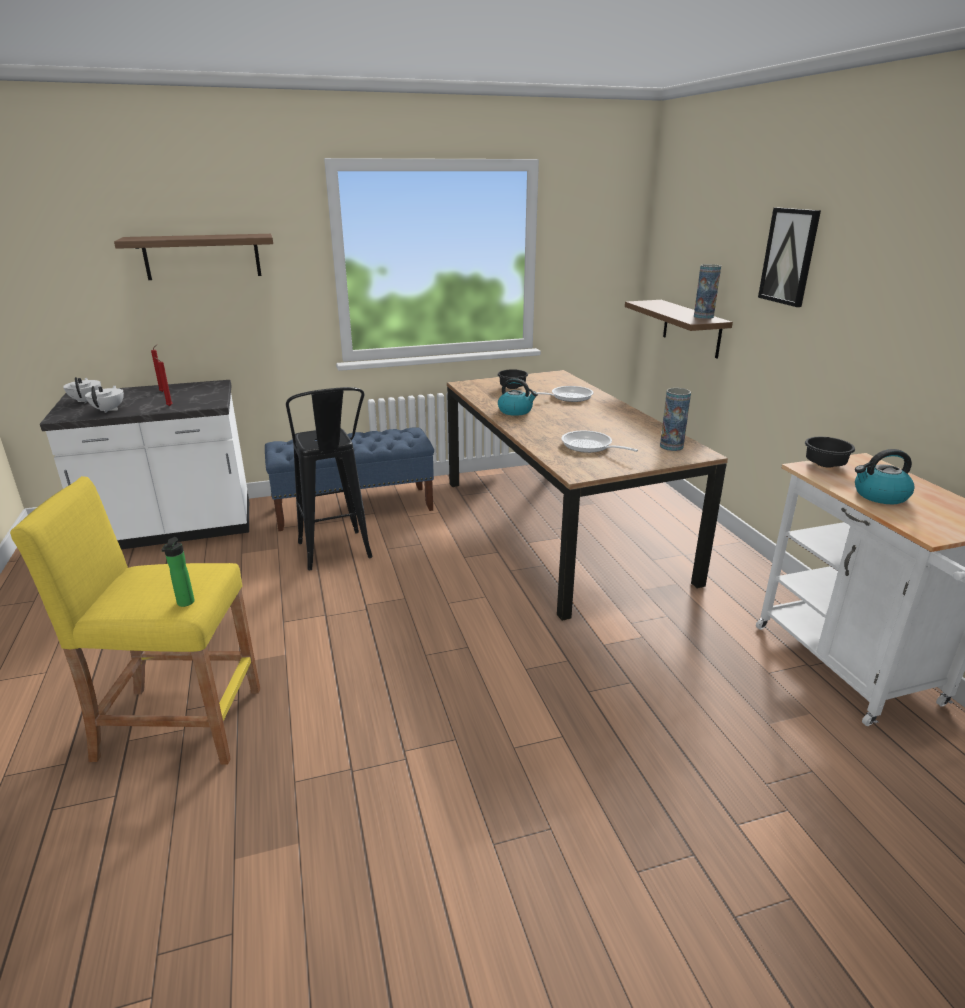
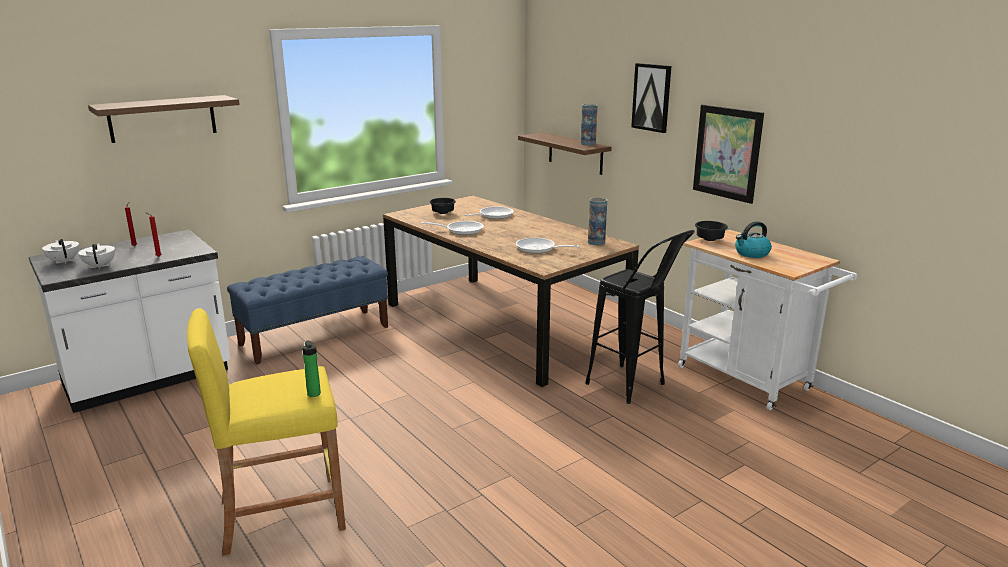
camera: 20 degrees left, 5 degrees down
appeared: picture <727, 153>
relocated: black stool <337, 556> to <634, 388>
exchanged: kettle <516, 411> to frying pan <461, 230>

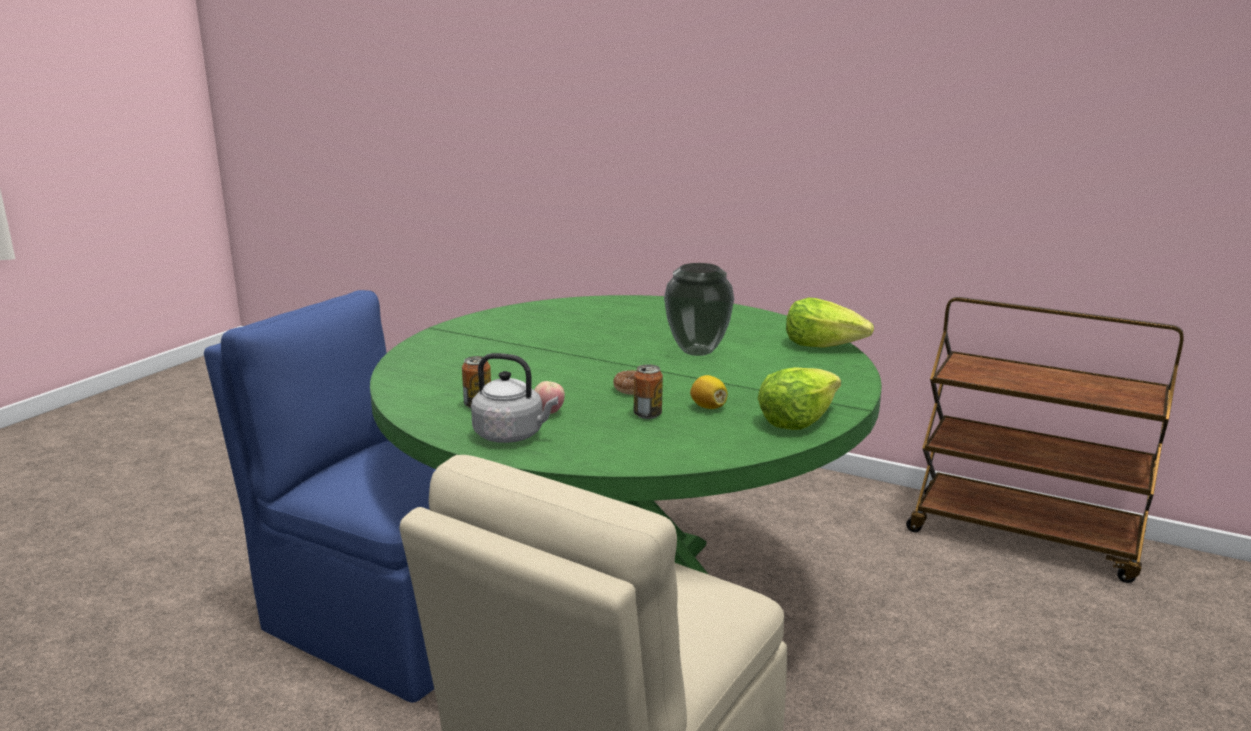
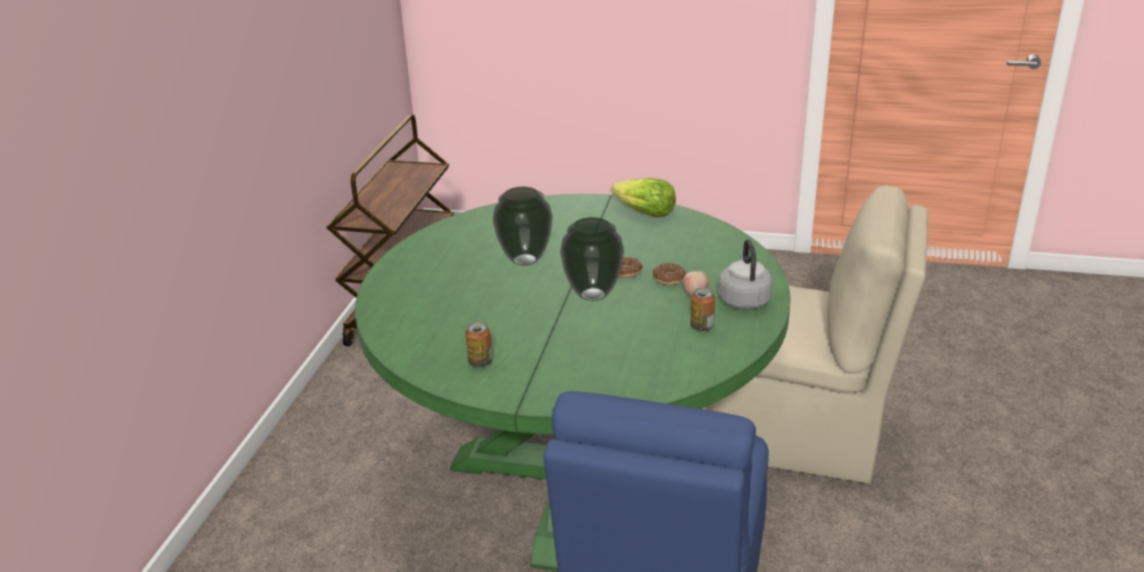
camera: 105 degrees left, 10 degrees up
missing: lemon <708, 407>; lettuce <823, 345>
appeared: vase <593, 295>; donut <669, 279>
relocated: can <647, 414> to <480, 362>

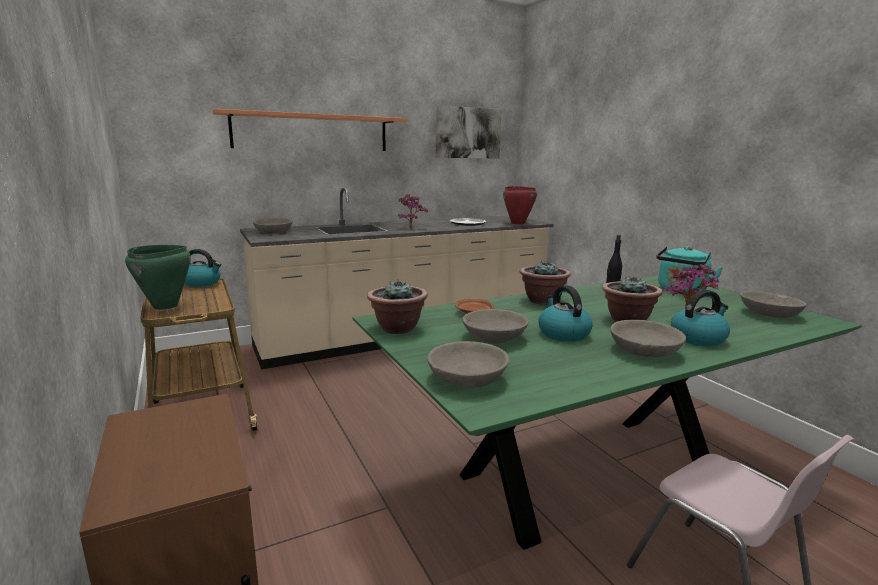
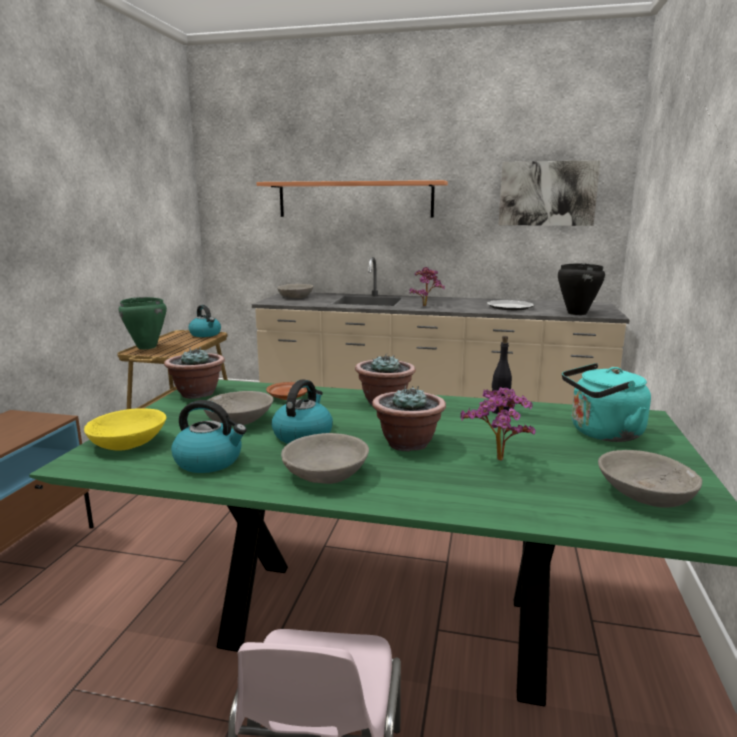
camera: 40 degrees right, 0 degrees up
relocated: kettle <698, 338> to <210, 461>
colour: grey bowl <467, 378> to yellow bowl <128, 442>; red cooking pot <517, 223> to black cooking pot <576, 313>

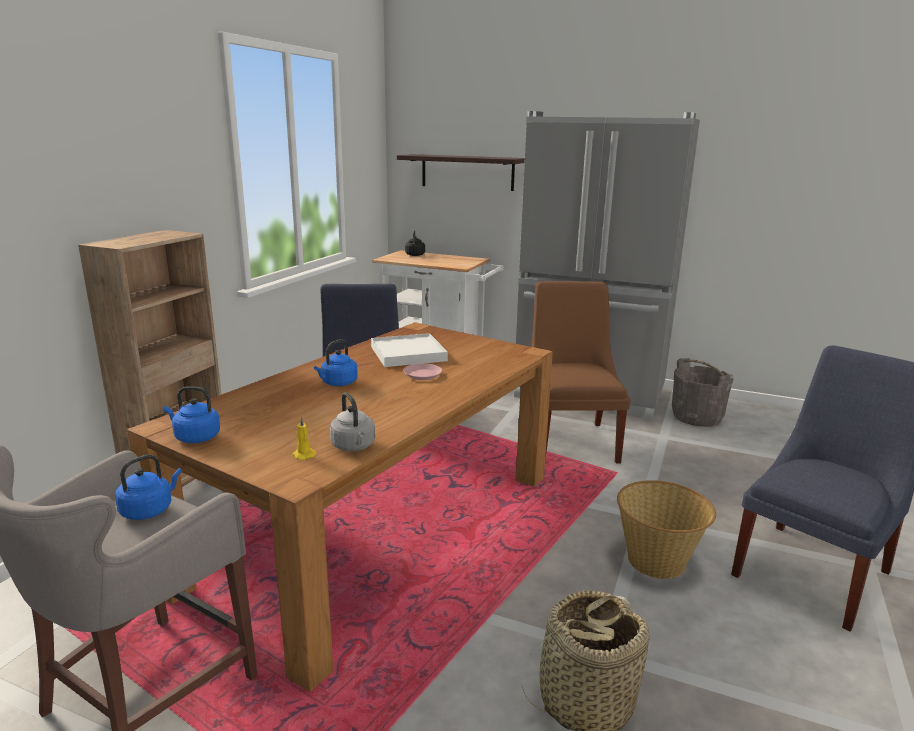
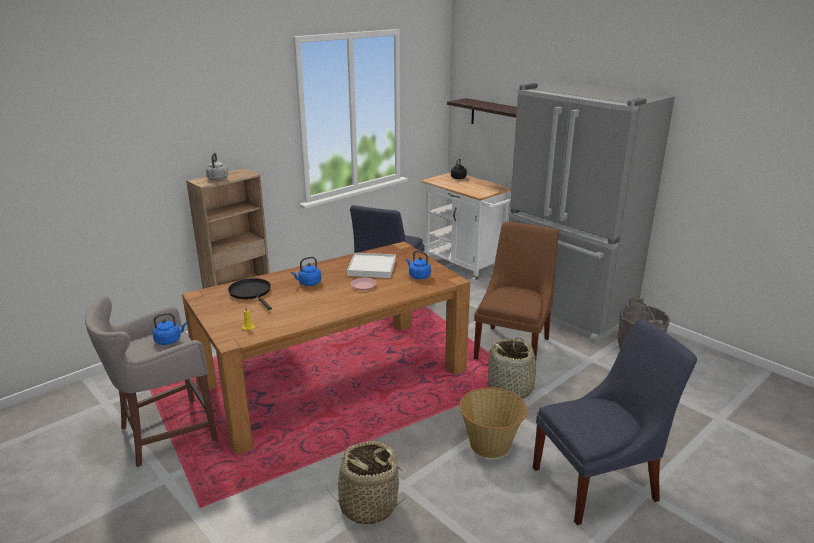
camera: 25 degrees right, 5 degrees up
appeared: black frying pan <251, 293>; basket <511, 389>
relocated: grey kettle <354, 447> to <217, 179>; blue kettle <195, 437> to <418, 276>

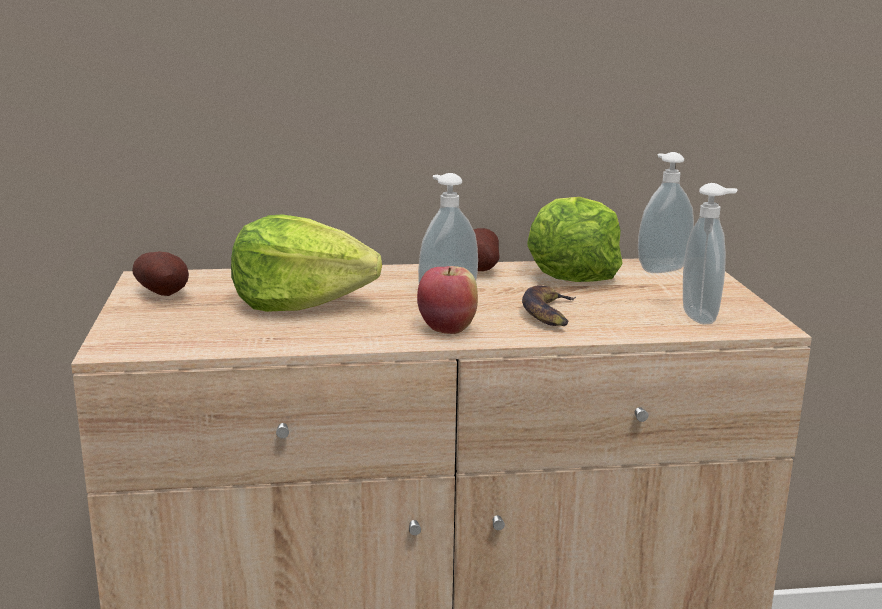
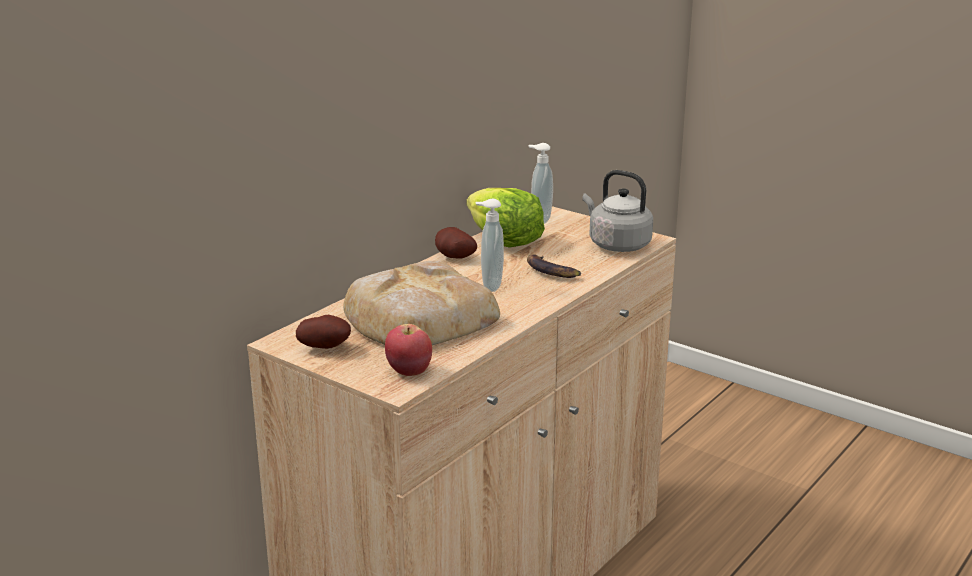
camera: 45 degrees left, 5 degrees up
relocated: apple <447, 329> to <409, 371>
exchanged: lettuce <300, 303> to bread <417, 318>; soap dispenser <702, 317> to grey kettle <616, 244>

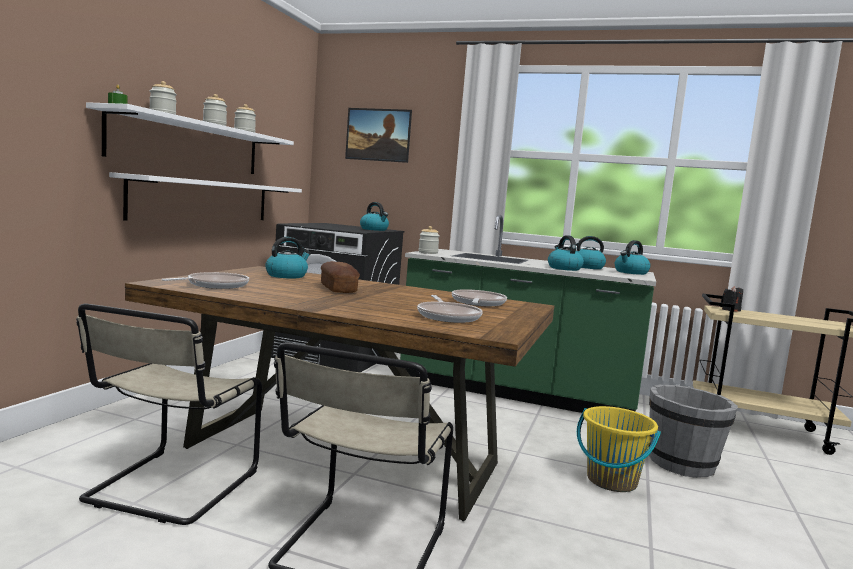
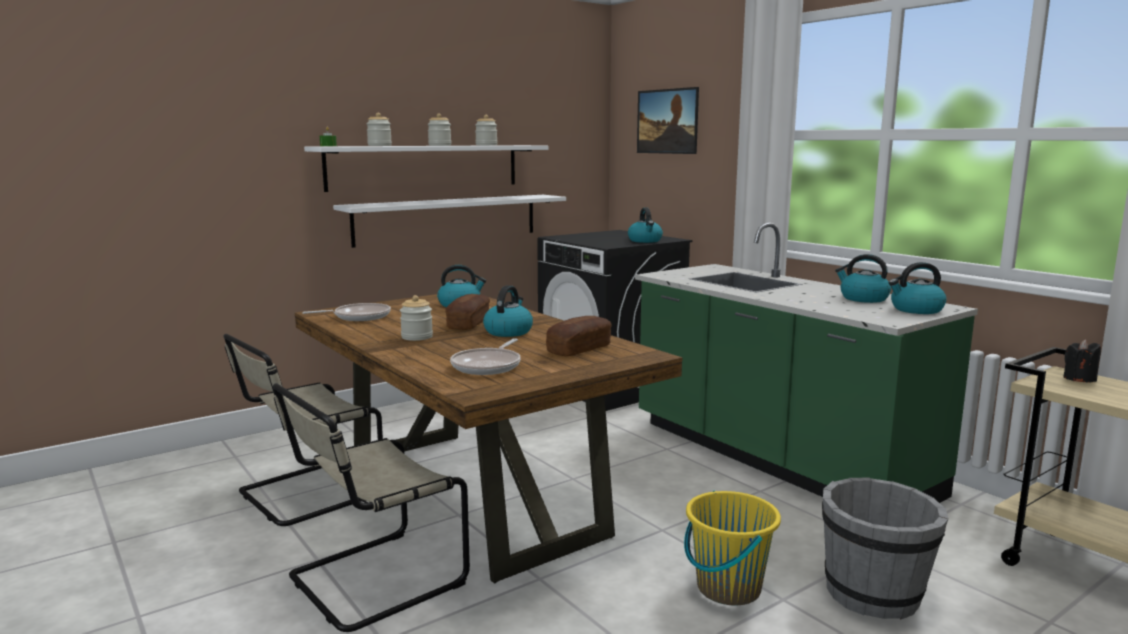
camera: 35 degrees right, 5 degrees up
relocated: jar <428, 253> to <417, 337>; kettle <563, 268> to <508, 331>
exchanged: frying pan <477, 303> to bread <579, 349>

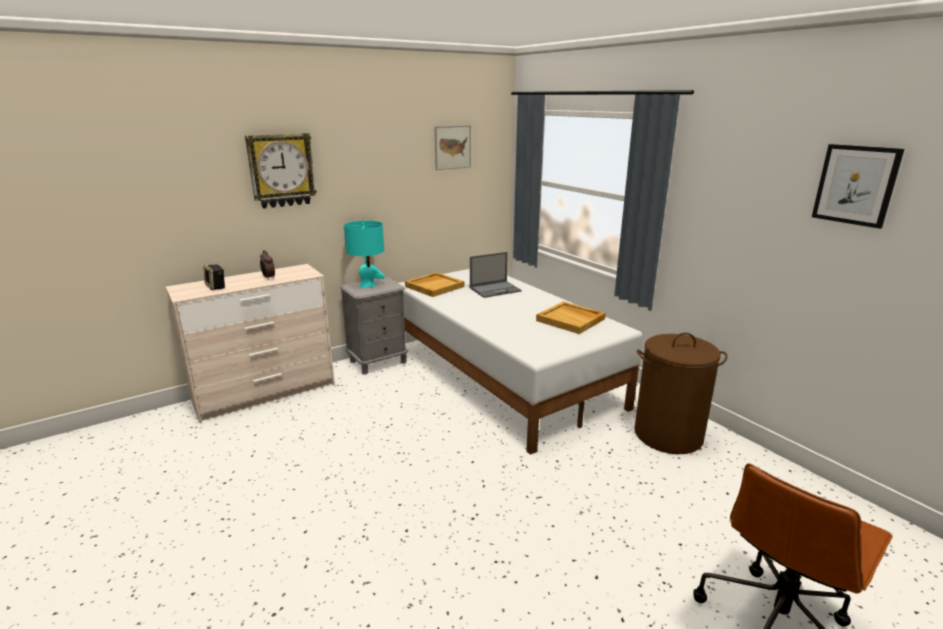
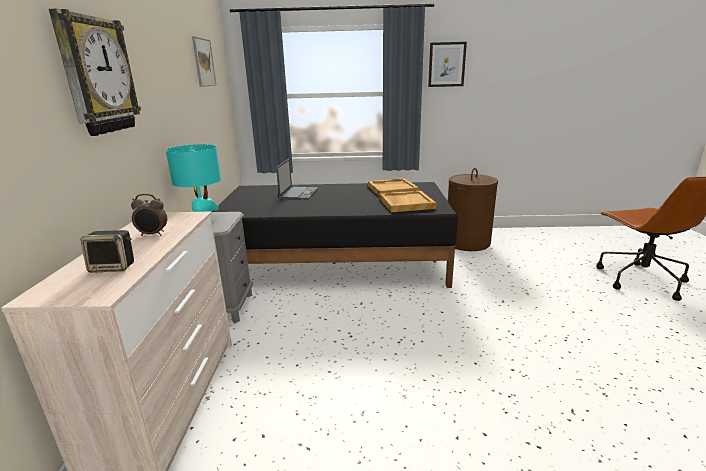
camera: 55 degrees left, 0 degrees up
relocated: beige tray <434, 286> to <406, 203>; picture <855, 185> to <446, 64>
colour: white bed <502, 374> to black bed <334, 262>

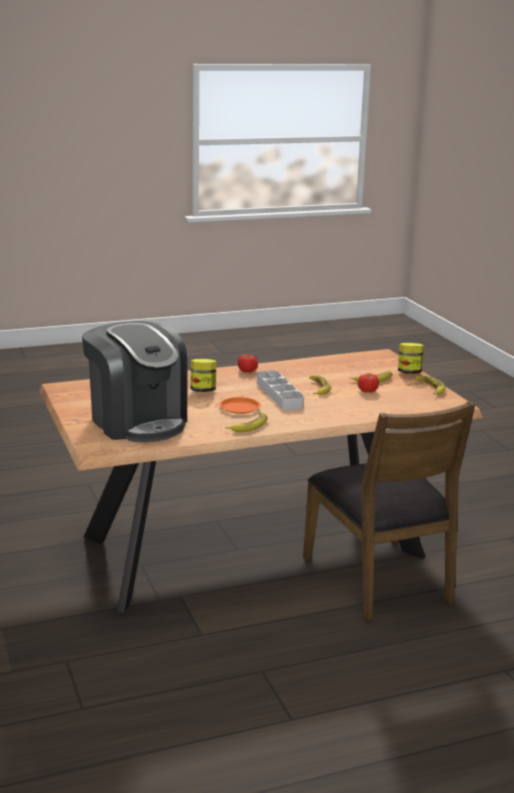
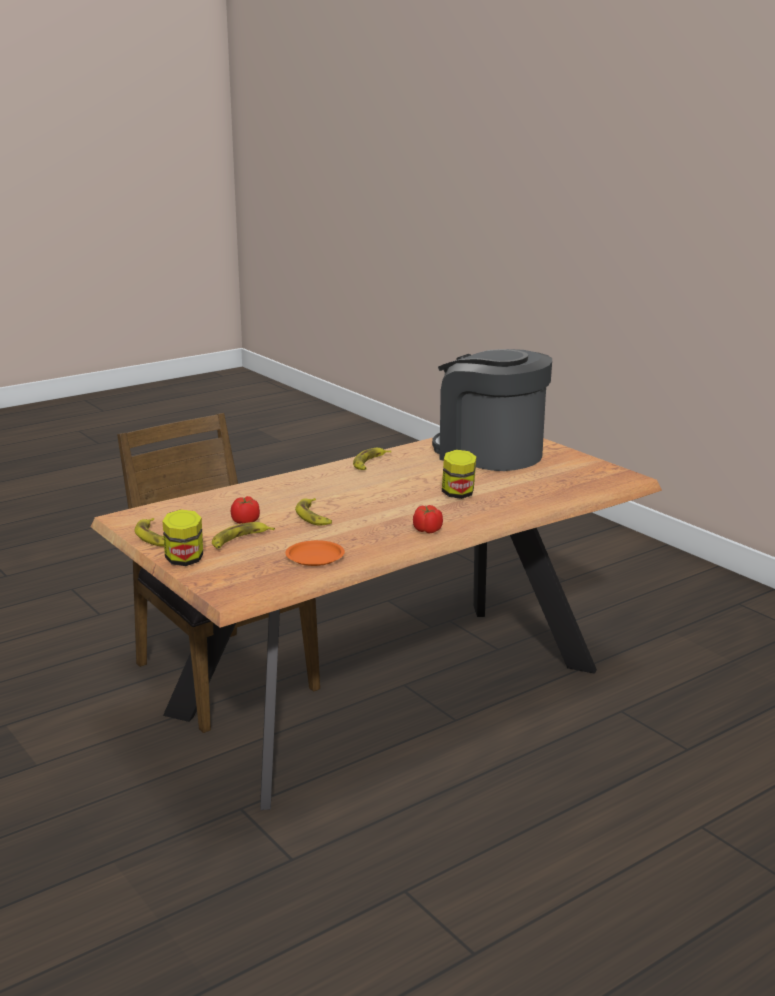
camera: 165 degrees right, 0 degrees up
missing: grey tray <279, 394>
relocated: orange plate <239, 408> to <315, 557>

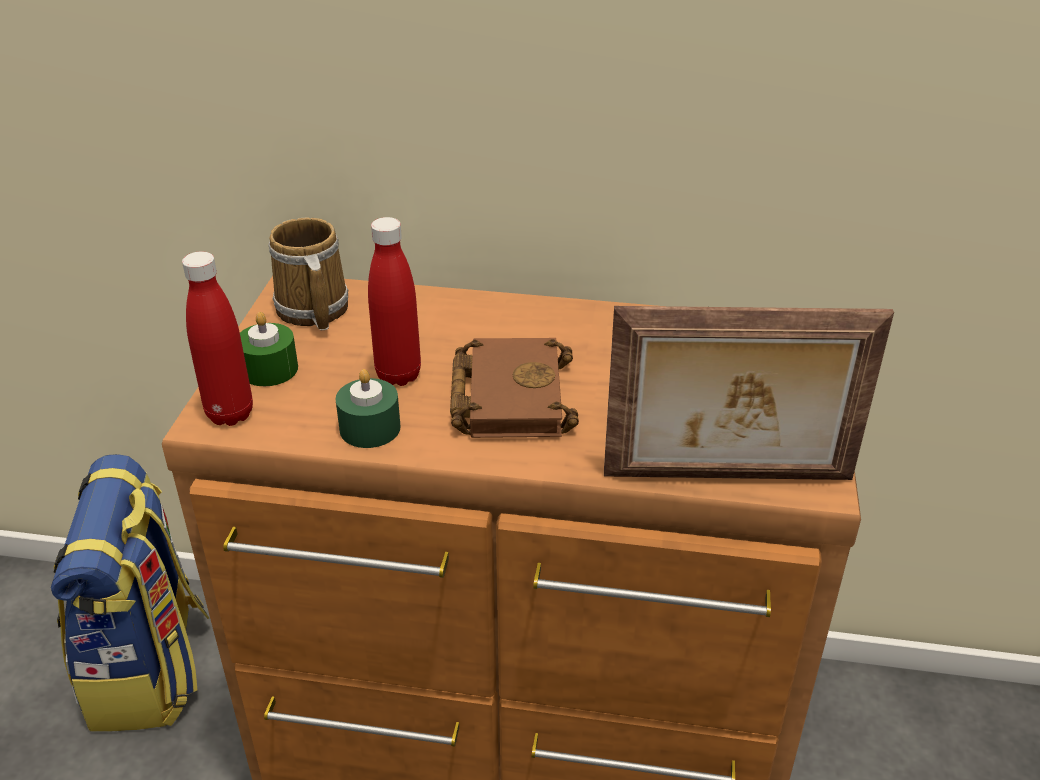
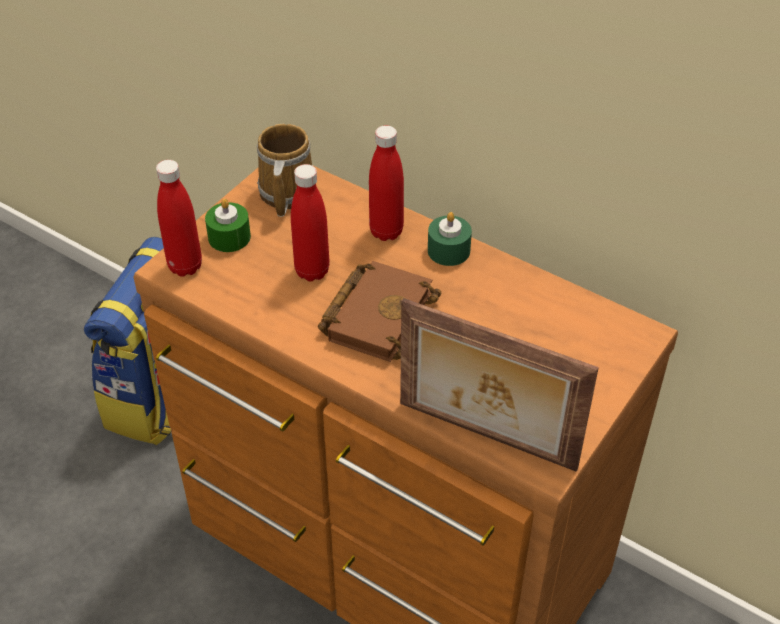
camera: 25 degrees right, 10 degrees up
appeared: red bottle <386, 231>
relocated: green candle <370, 428> to <448, 250>

